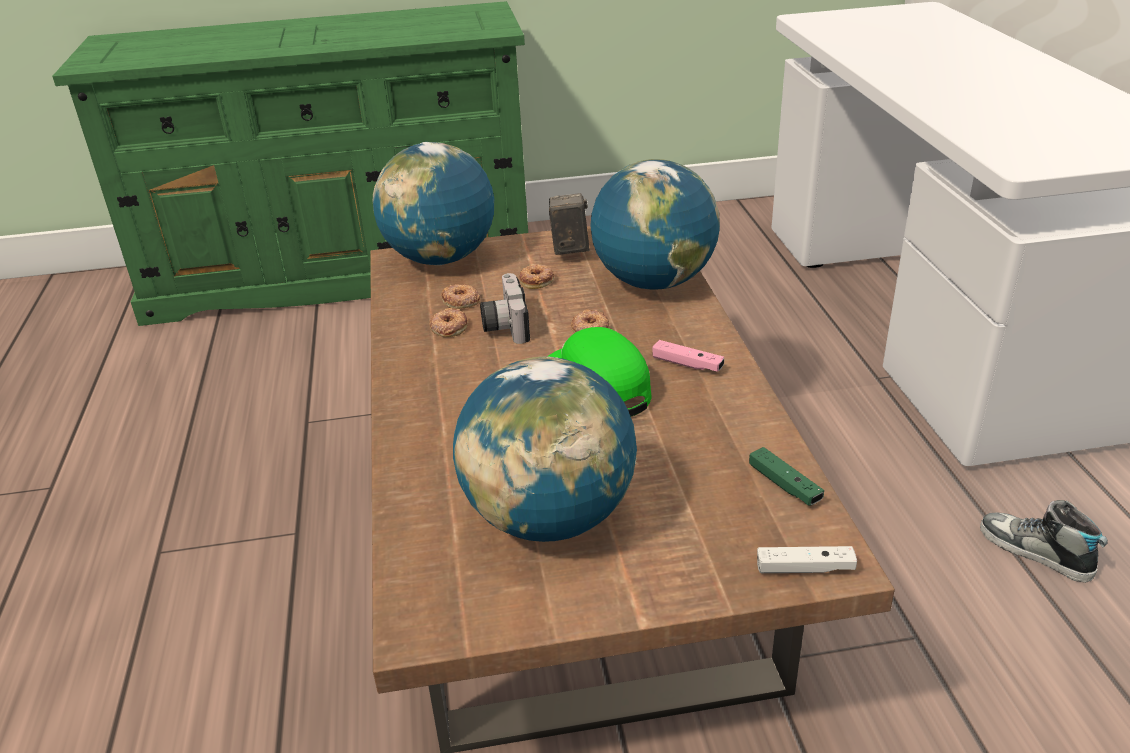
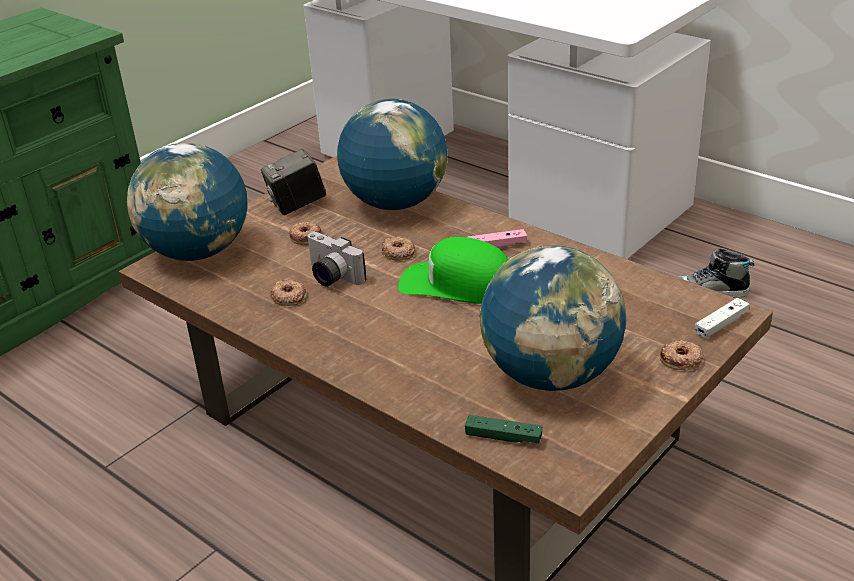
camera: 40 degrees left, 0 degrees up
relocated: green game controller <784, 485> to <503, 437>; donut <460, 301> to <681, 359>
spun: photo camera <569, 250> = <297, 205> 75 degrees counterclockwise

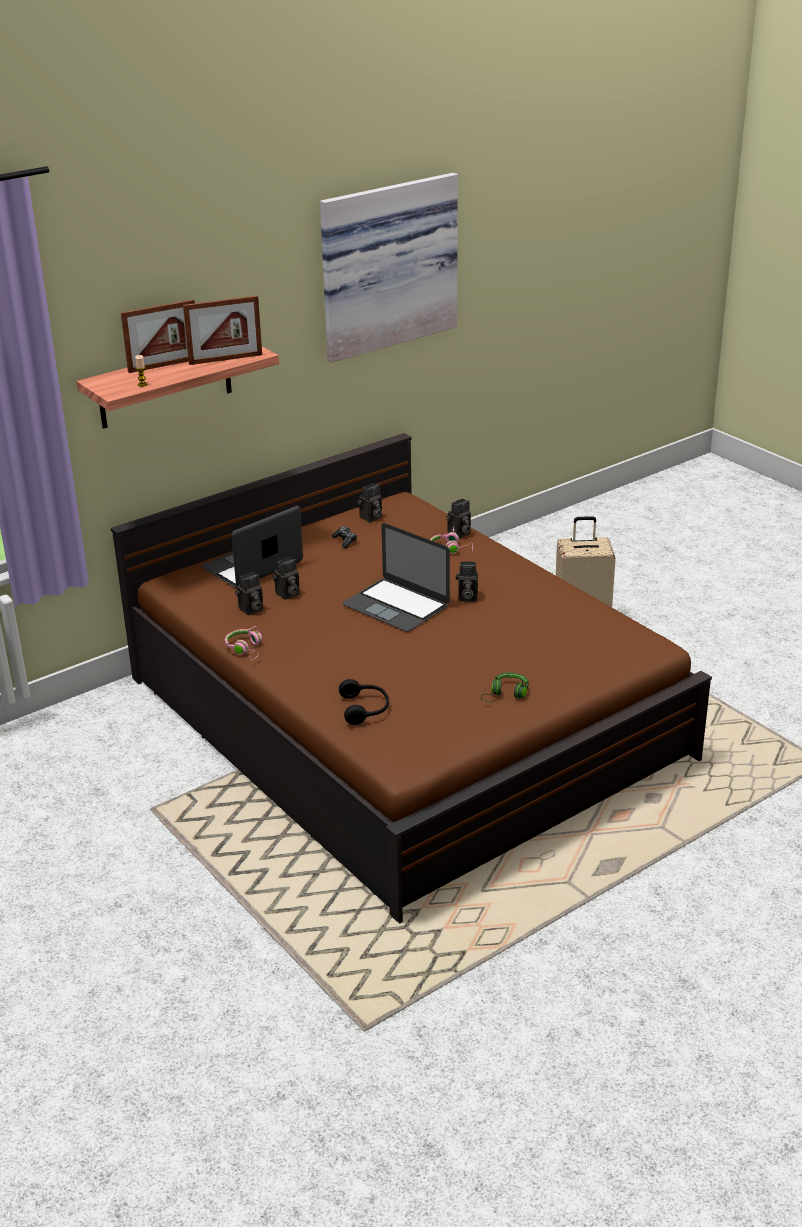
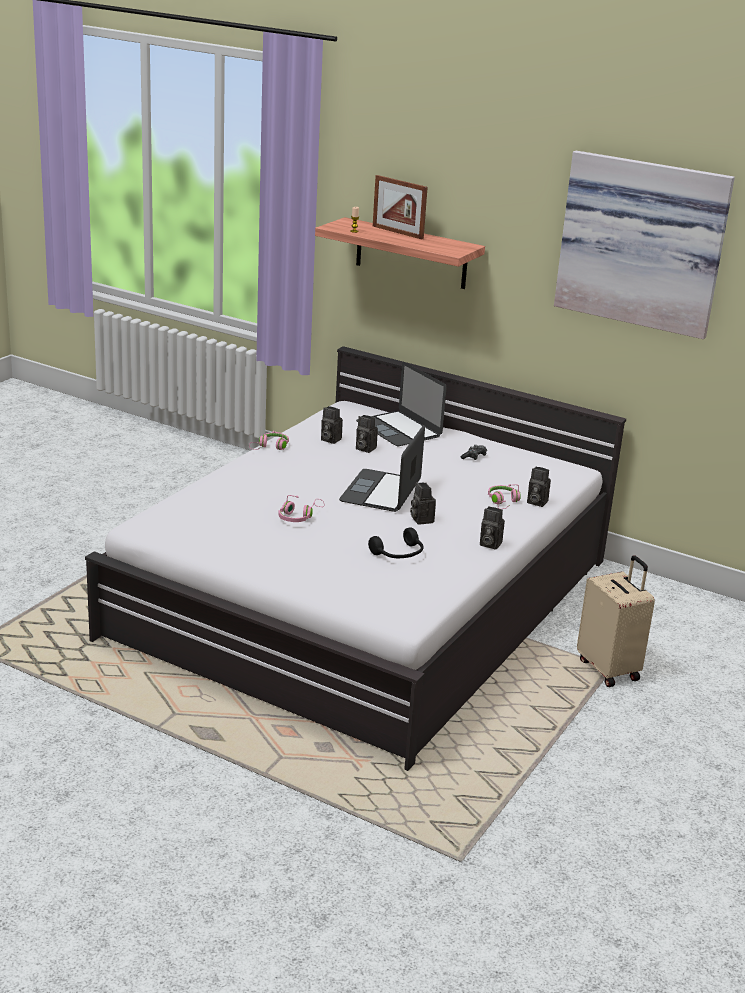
camera: 65 degrees right, 5 degrees down
missing: picture frame <225, 359>; green headphones <506, 694>
appeared: pink headphones <299, 516>
relocated: black headphones <365, 709> to <399, 554>; photo camera <370, 518> to <489, 544>
colour: brown bed <402, 717> to white bed <367, 598>
spun: laptop <252, 565> = <399, 429> 150 degrees counterclockwise

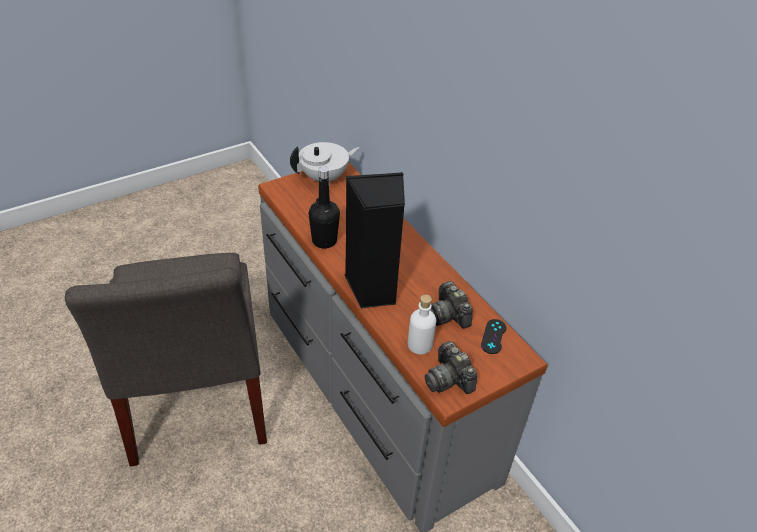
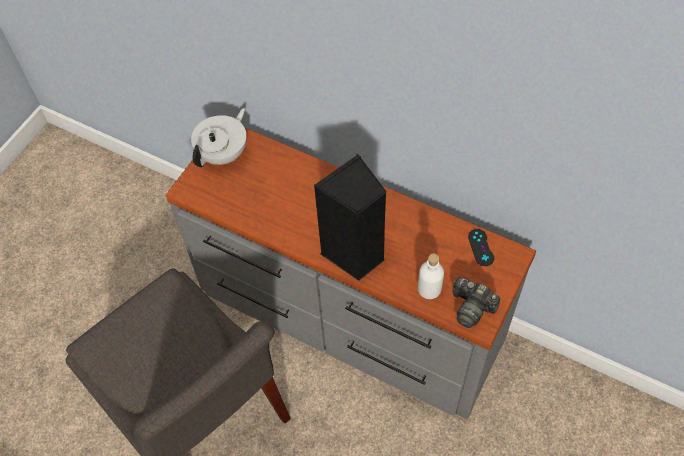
camera: 25 degrees left, 15 degrees up
missing: black bottle <324, 241>; photo camera <447, 315>

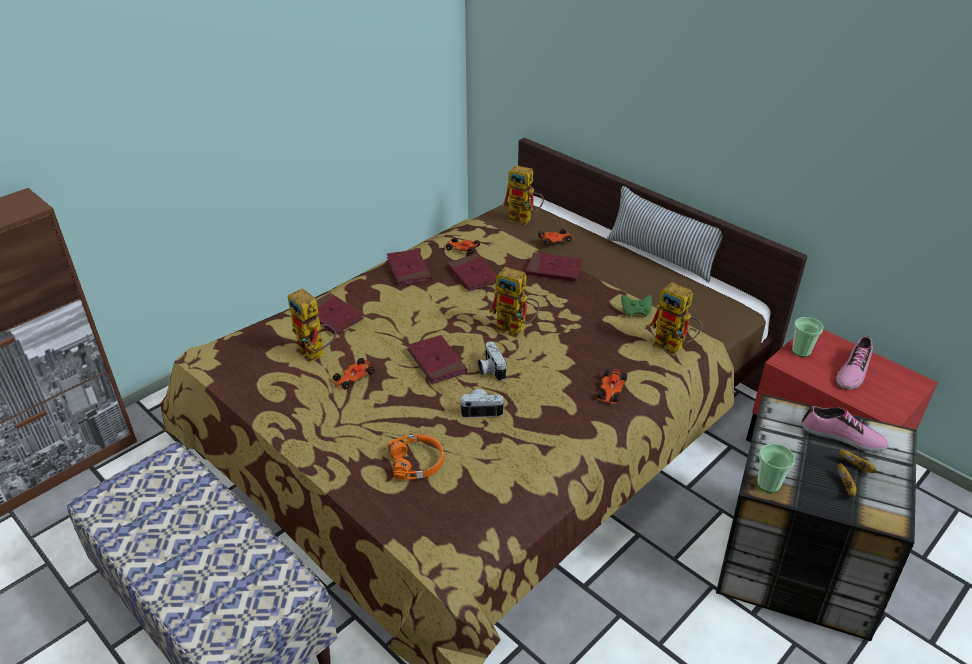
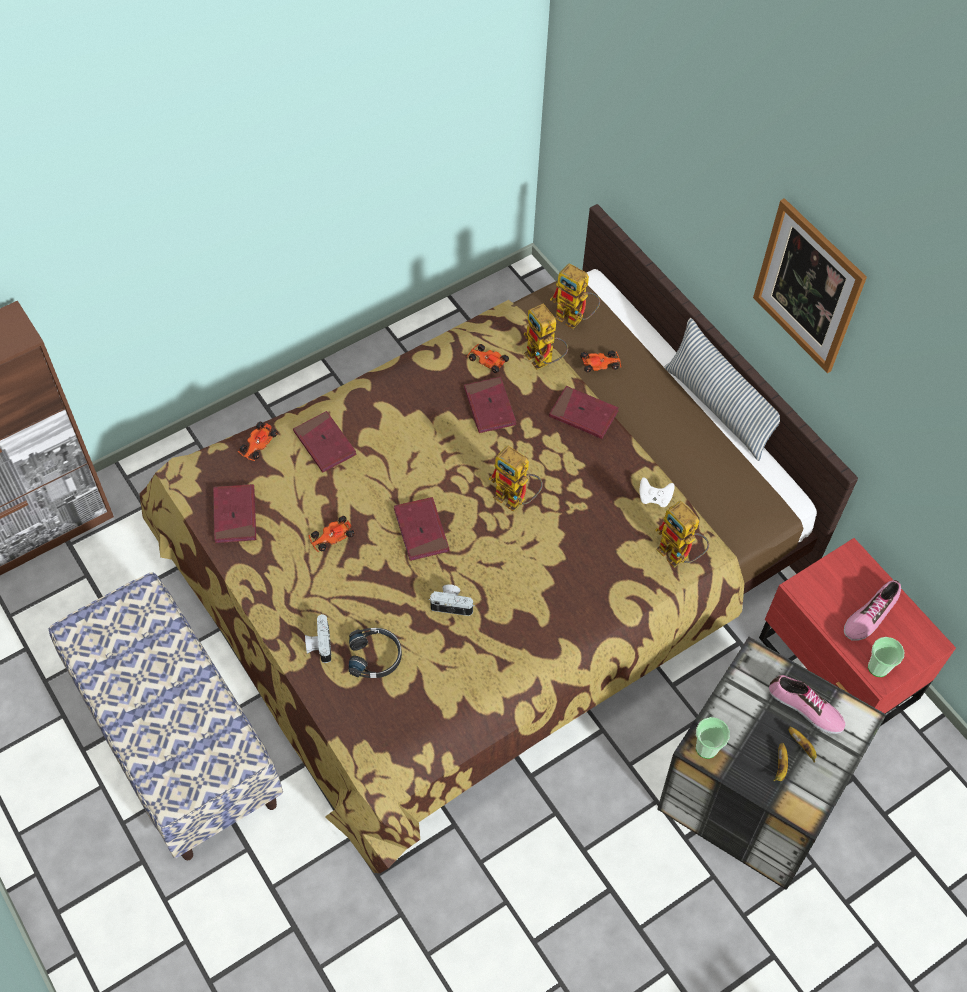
camera: 10 degrees right, 20 degrees up
appeared: picture <808, 286>
relocated: red book <409, 270> to <235, 515>; toy car <611, 391> to <257, 444>; photo camera <490, 370> to <319, 644>; toy robot <316, 354> to <543, 361>; cup <801, 351> to <878, 667>
colour: orange headphones <417, 462> to black headphones <375, 656>; green game controller <636, 312> to white game controller <654, 498>

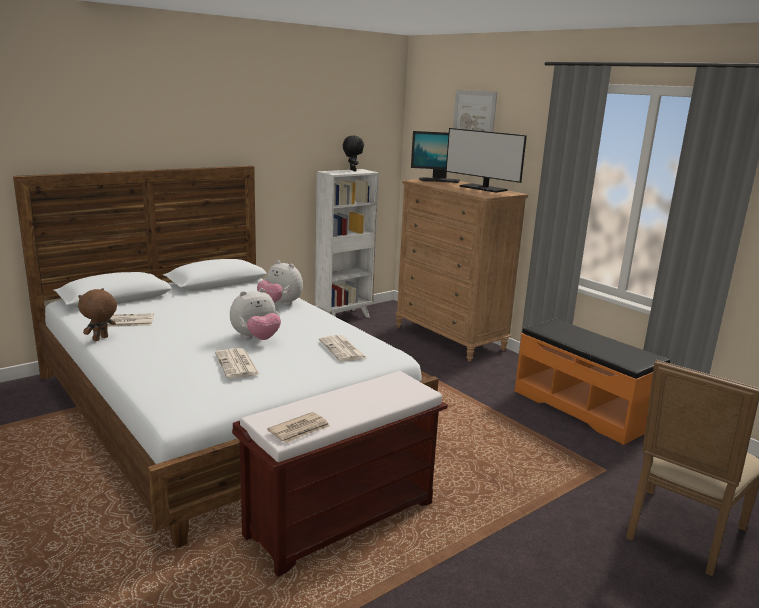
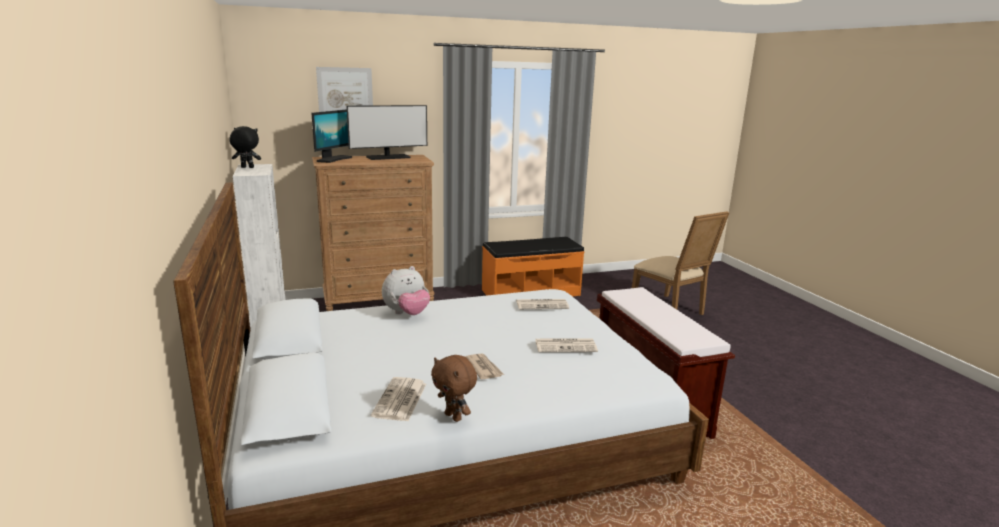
camera: 70 degrees left, 0 degrees up
missing: plush toy <256, 339>
relocated: newspaper <300, 430> to <483, 368>

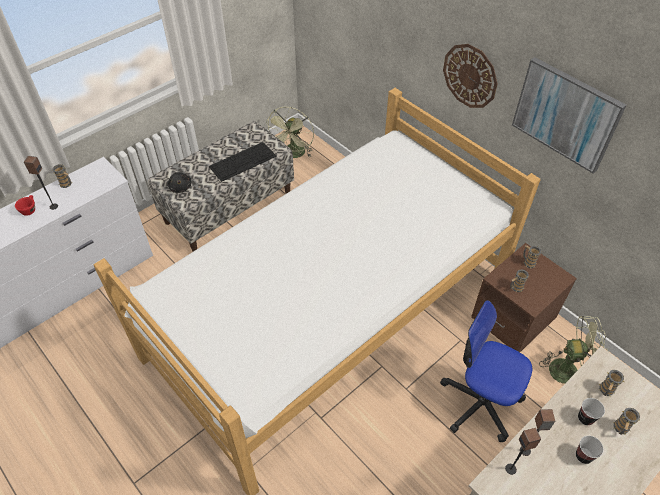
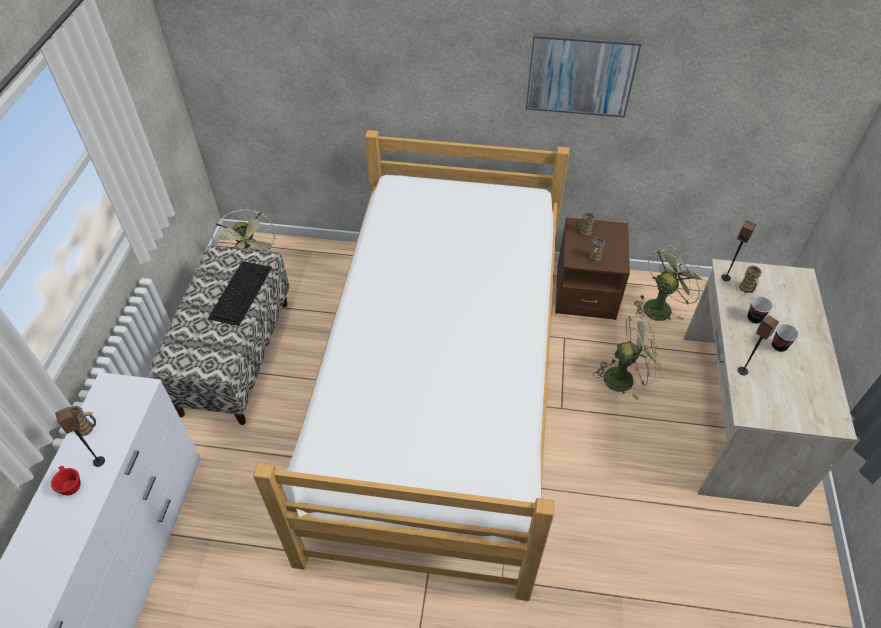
camera: 40 degrees left, 0 degrees up
missing: black plush toy <180, 187>; wall clock <470, 76>; mug <620, 429>
relocated: speaker <511, 469> to <726, 277>
exchanged: office chair <480, 402> to green fan <625, 377>

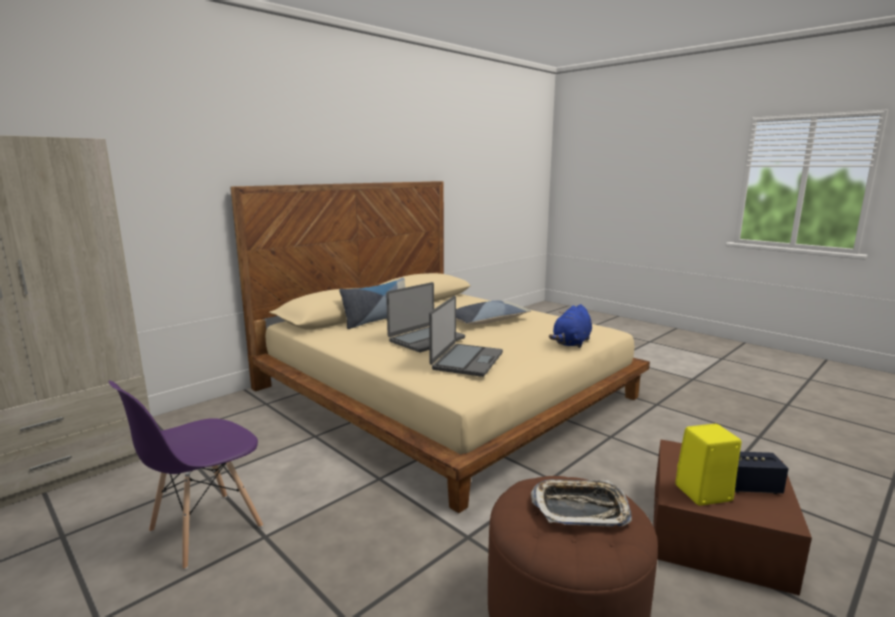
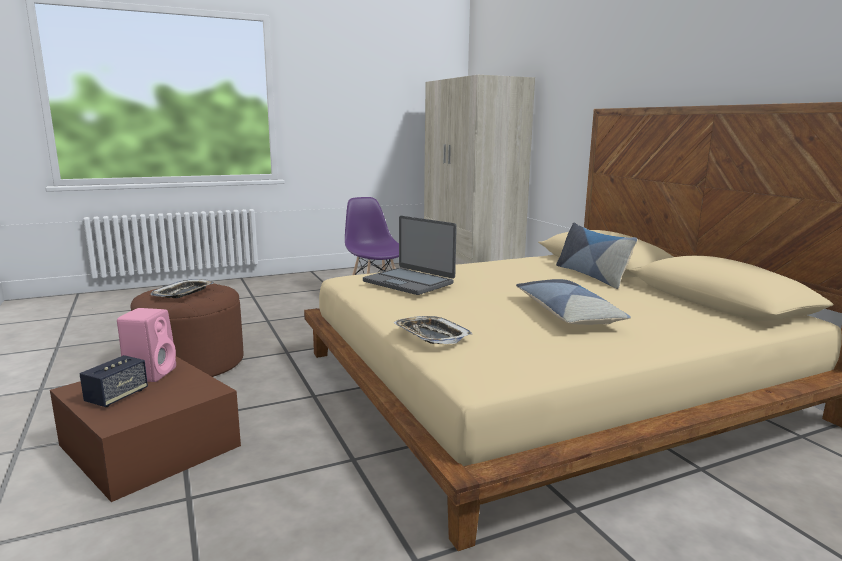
camera: 110 degrees right, 0 degrees up
missing: laptop <426, 339>
exchanged: blue plush toy <571, 343> to tray <431, 335>
colour: yellow speaker <702, 493> to pink speaker <151, 373>

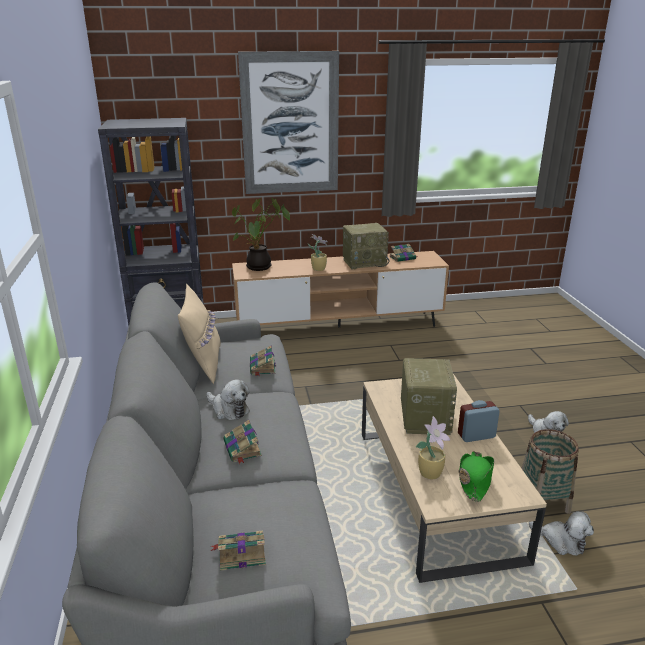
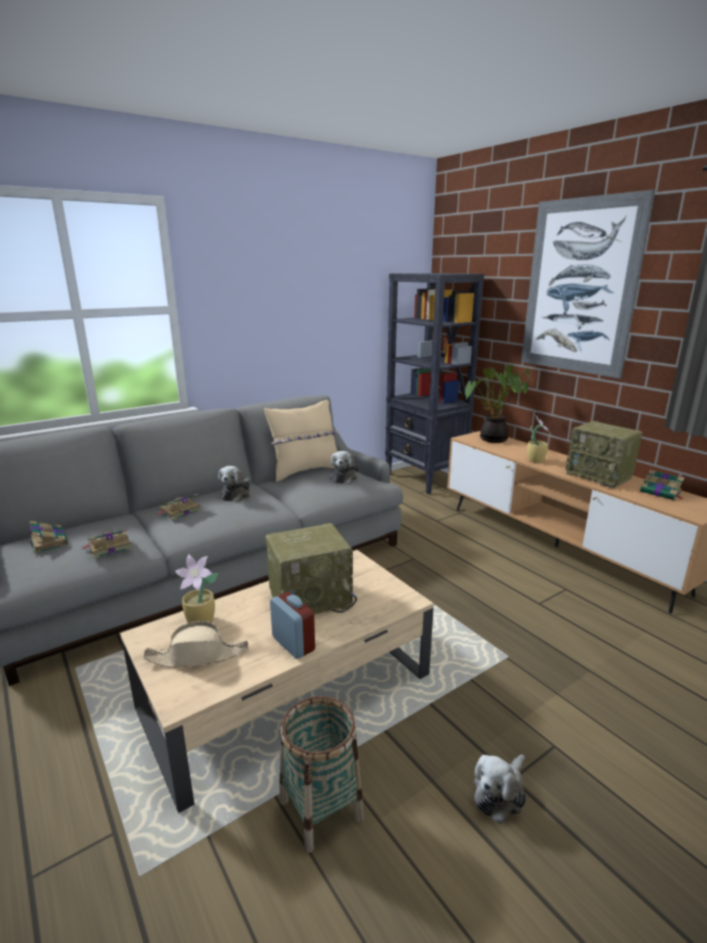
camera: 65 degrees right, 5 degrees down
relocated: book <262, 367> to <109, 547>; plush toy <561, 541> to <343, 477>
colour: green hat <474, 479> to beige hat <198, 656>

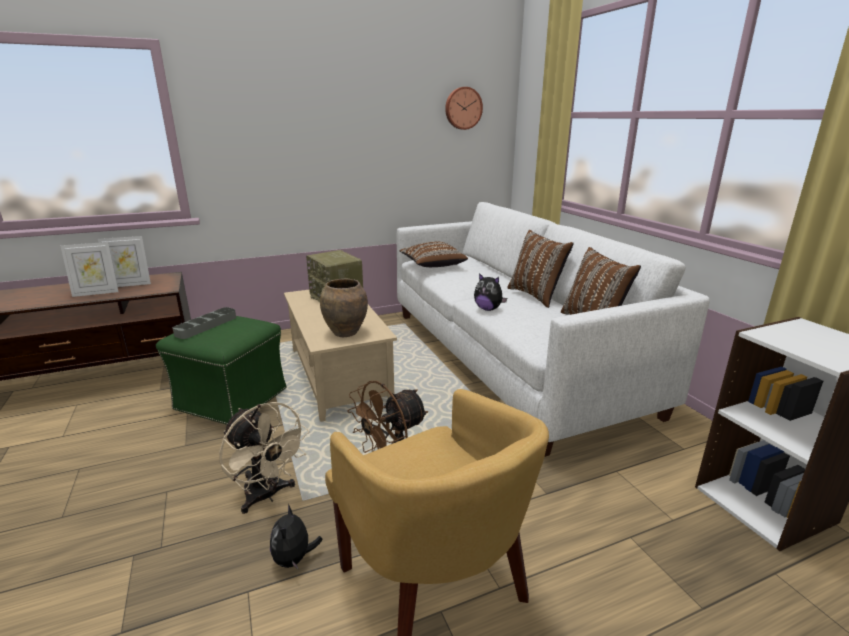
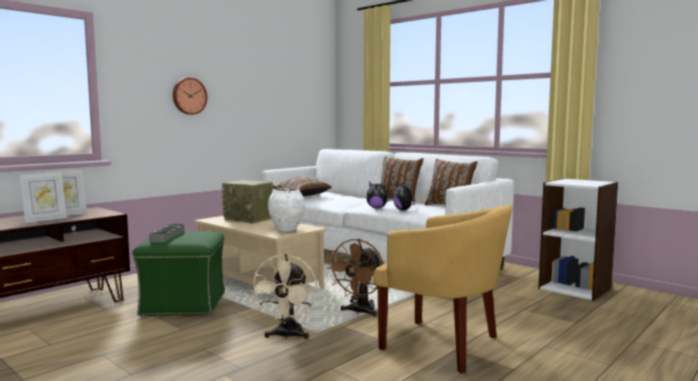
camera: 25 degrees left, 15 degrees down
relocated: wall clock <463, 108> to <189, 96>; plush toy <294, 559> to <404, 210>
colour: brown vase <345, 333> to white vase <286, 230>
spun: beige fan <267, 496> = <287, 336> 75 degrees clockwise

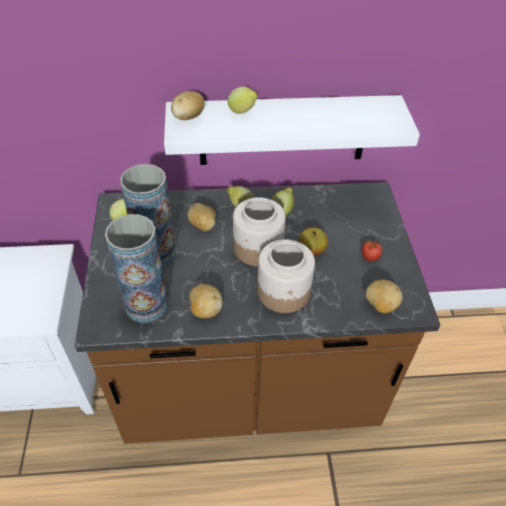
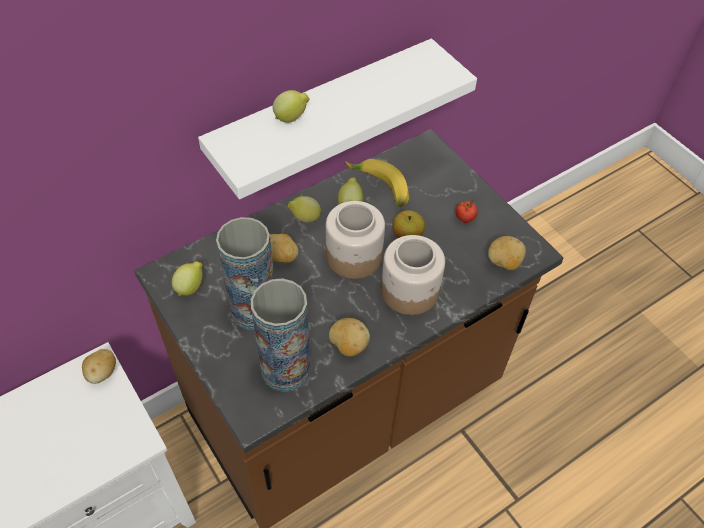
camera: 30 degrees left, 5 degrees up
appeared: banana <378, 188>
relocated: potato <188, 117> to <102, 373>

